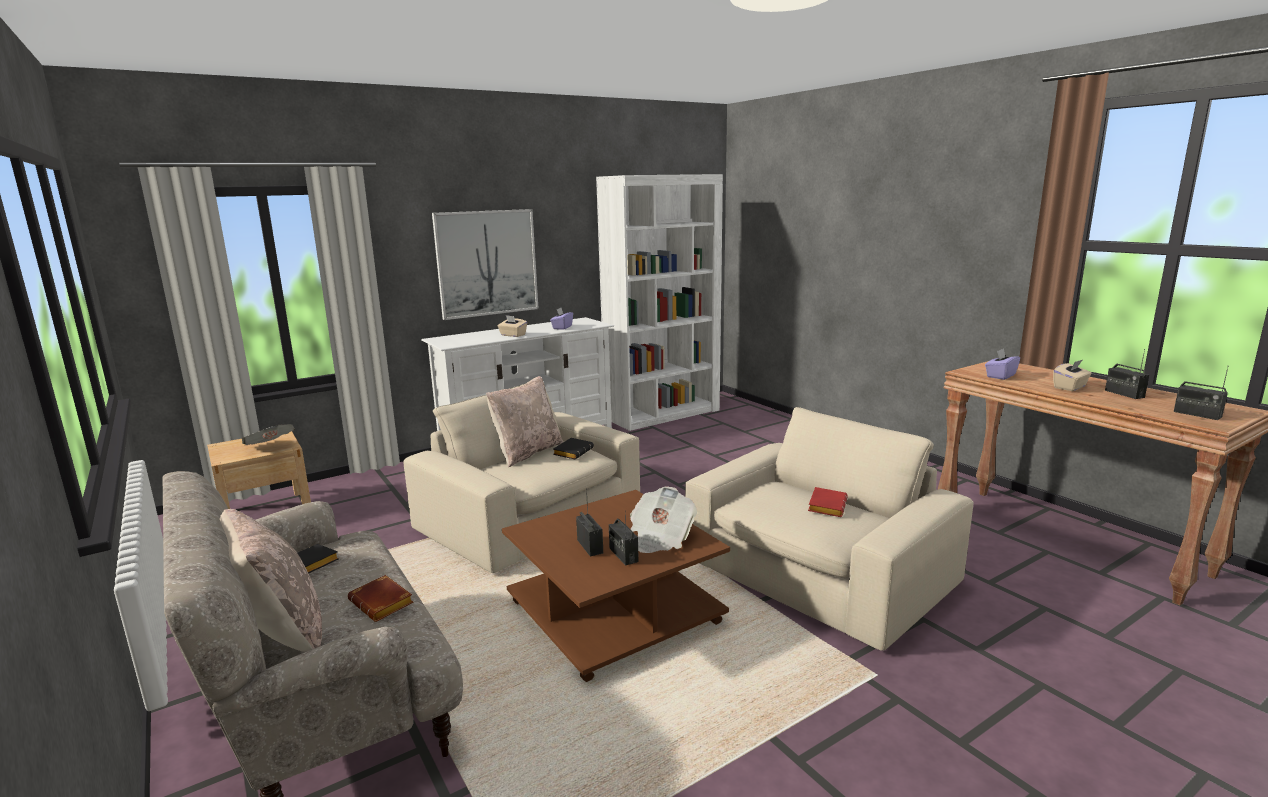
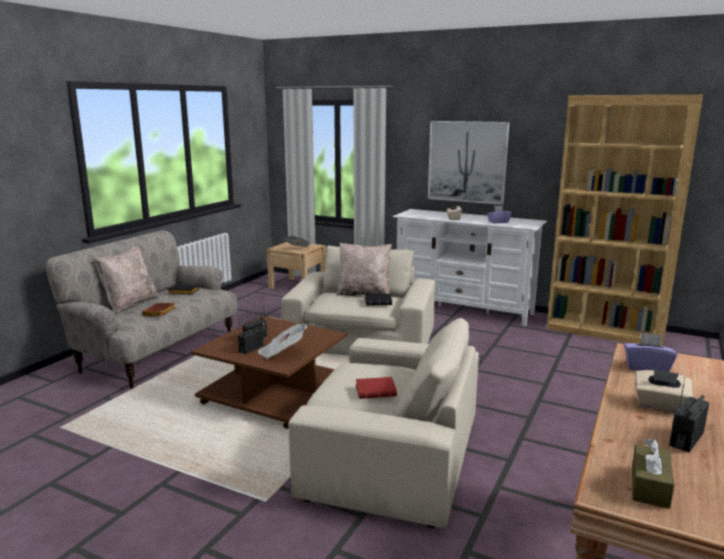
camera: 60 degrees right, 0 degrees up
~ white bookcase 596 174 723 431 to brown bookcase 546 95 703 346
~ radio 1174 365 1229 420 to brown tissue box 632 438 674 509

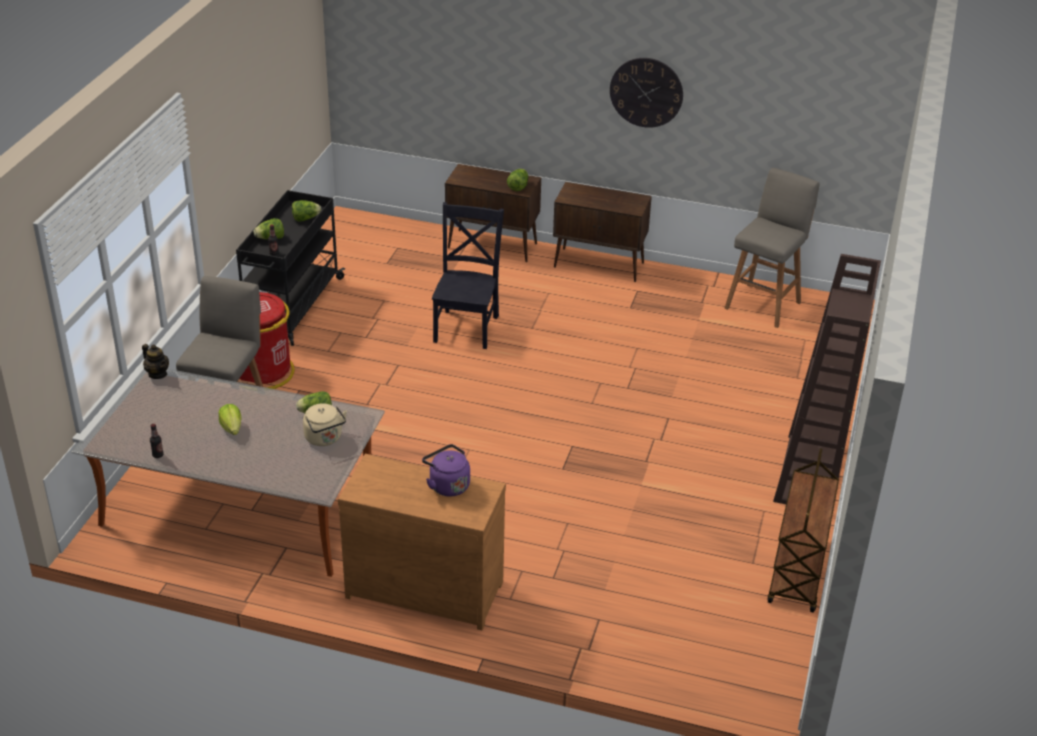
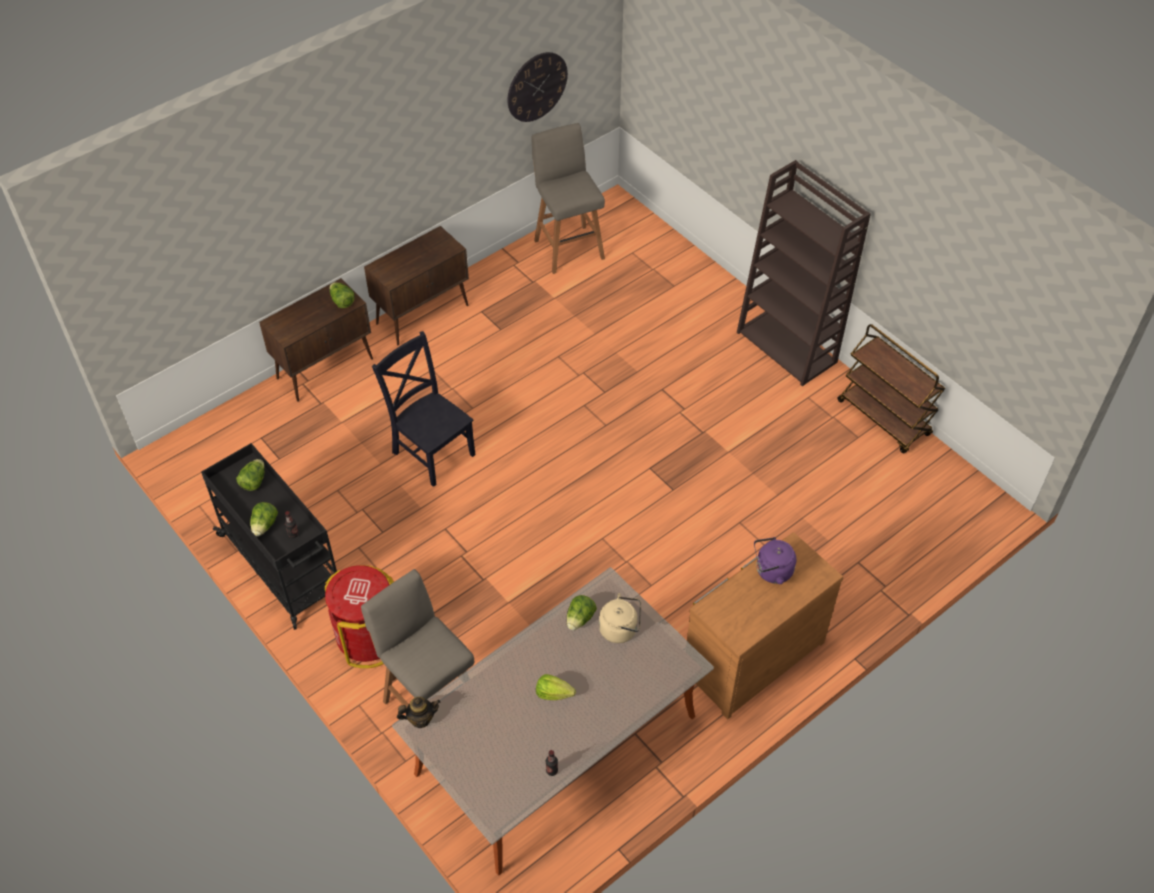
camera: 55 degrees left, 15 degrees up
~ wall clock 610 58 683 128 to 507 52 568 122

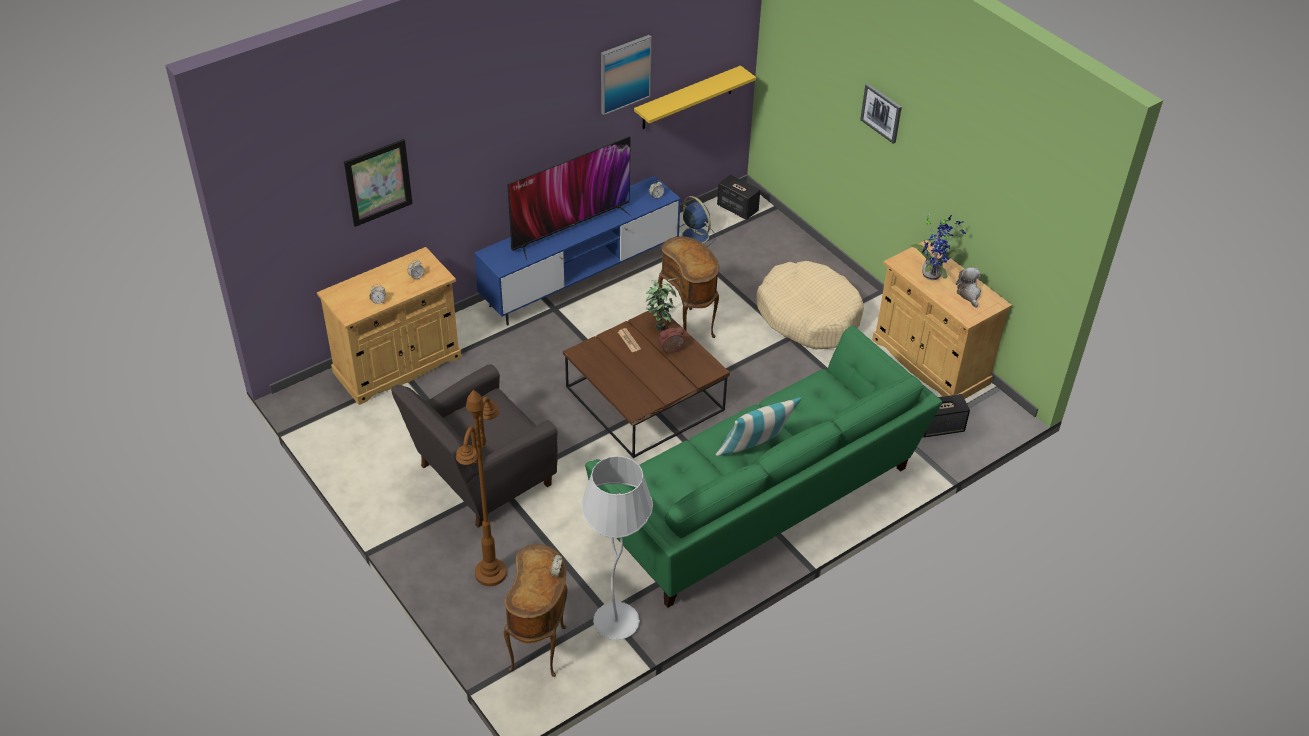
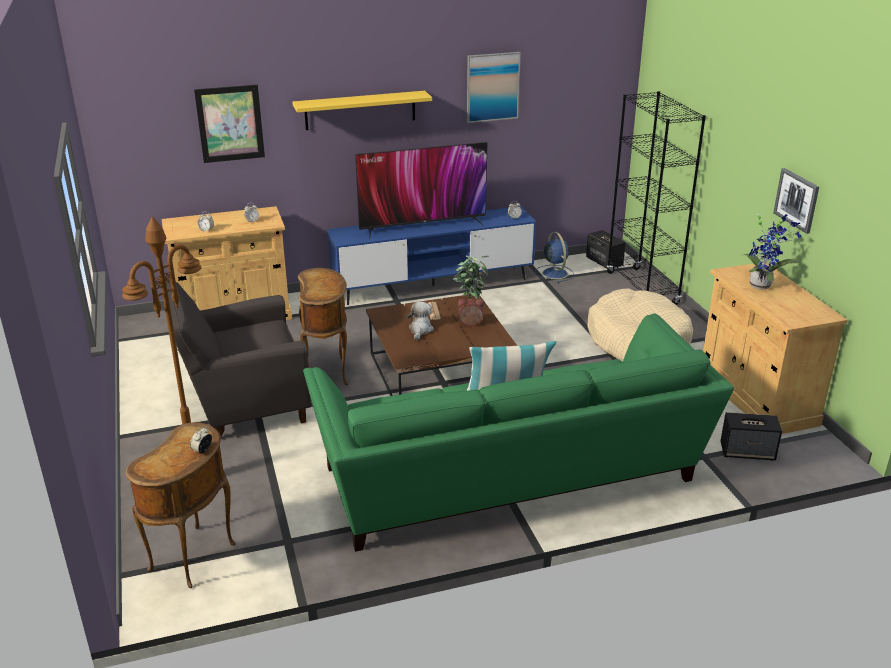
camera: 20 degrees right, 15 degrees down
~ yellow shelf 634 66 756 129 to 292 91 432 130
~ brown side table 658 236 719 338 to 298 268 348 385
~ plush toy 956 267 981 307 to 407 301 434 340
+ black bookcase 606 91 706 305
~ picture 860 83 902 144 to 773 168 819 234
- white floor lamp 581 456 653 640

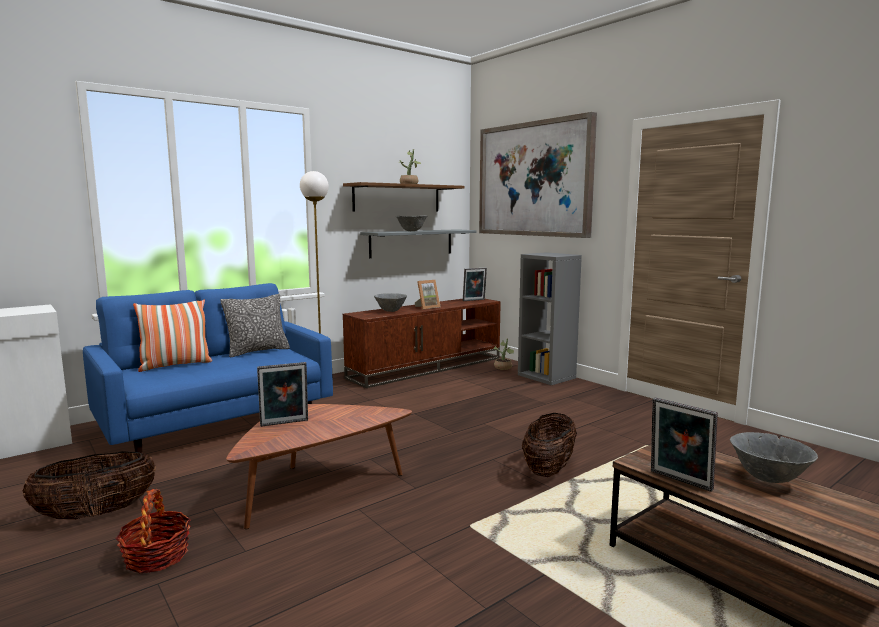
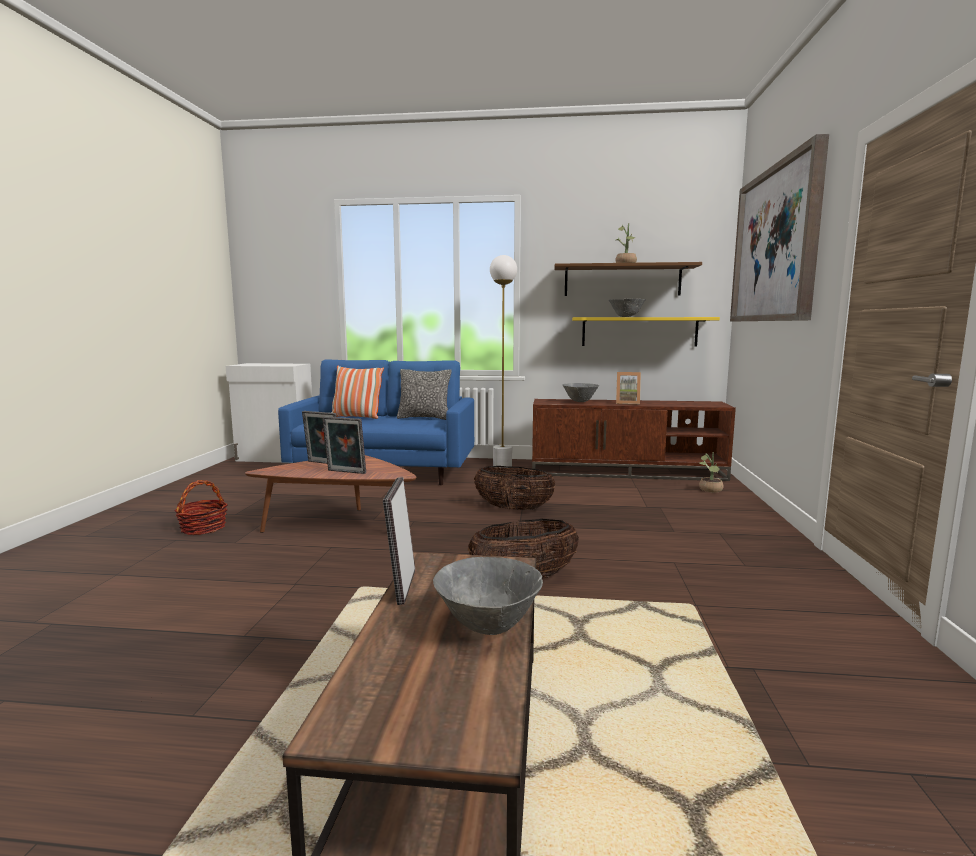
camera: 45 degrees right, 0 degrees up
~ picture frame 463 268 487 301 to 322 417 366 474
~ basket 23 451 156 519 to 474 466 556 510
~ grey shelf 360 229 477 258 to yellow shelf 572 317 720 346
- grey bookcase 518 252 582 385

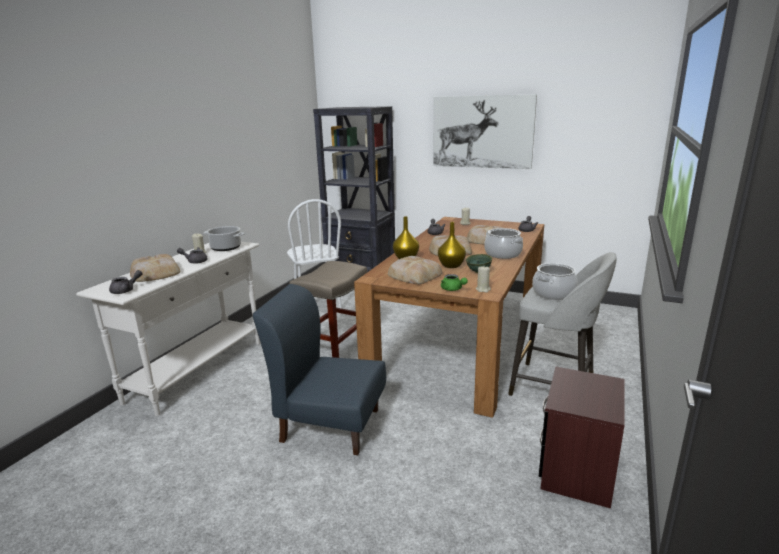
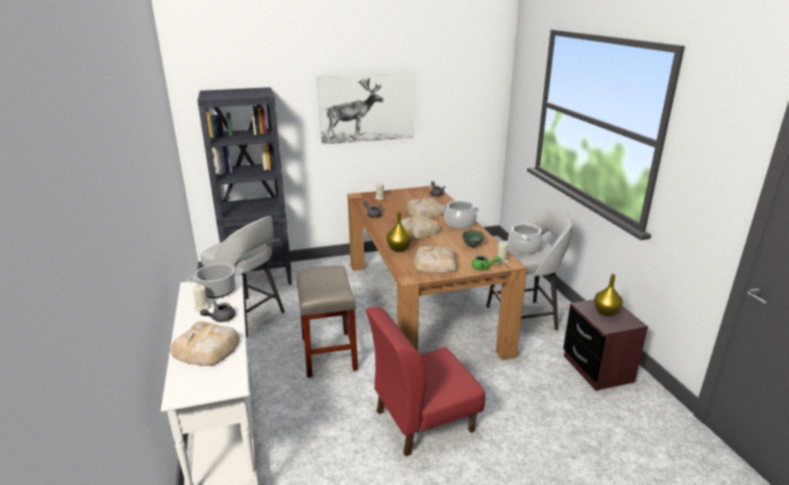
camera: 40 degrees left, 5 degrees up
~ white chair 287 199 342 309 to grey stool 201 216 285 338
~ blue chair 253 284 386 455 to red chair 366 307 485 456
~ yellow vase 438 222 466 268 to 594 274 623 316
- grey teapot 109 270 143 294

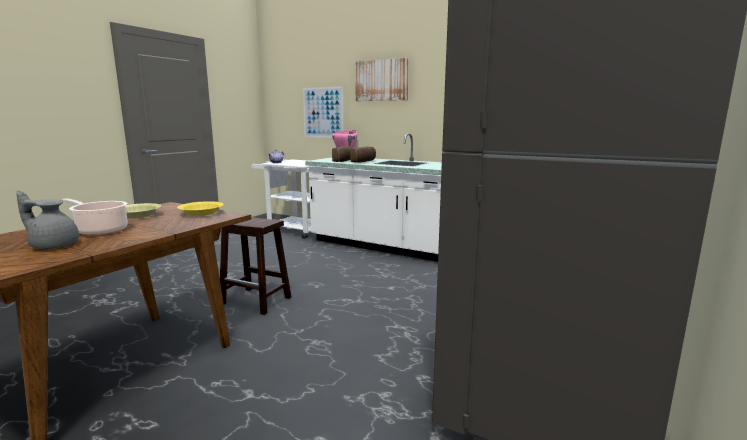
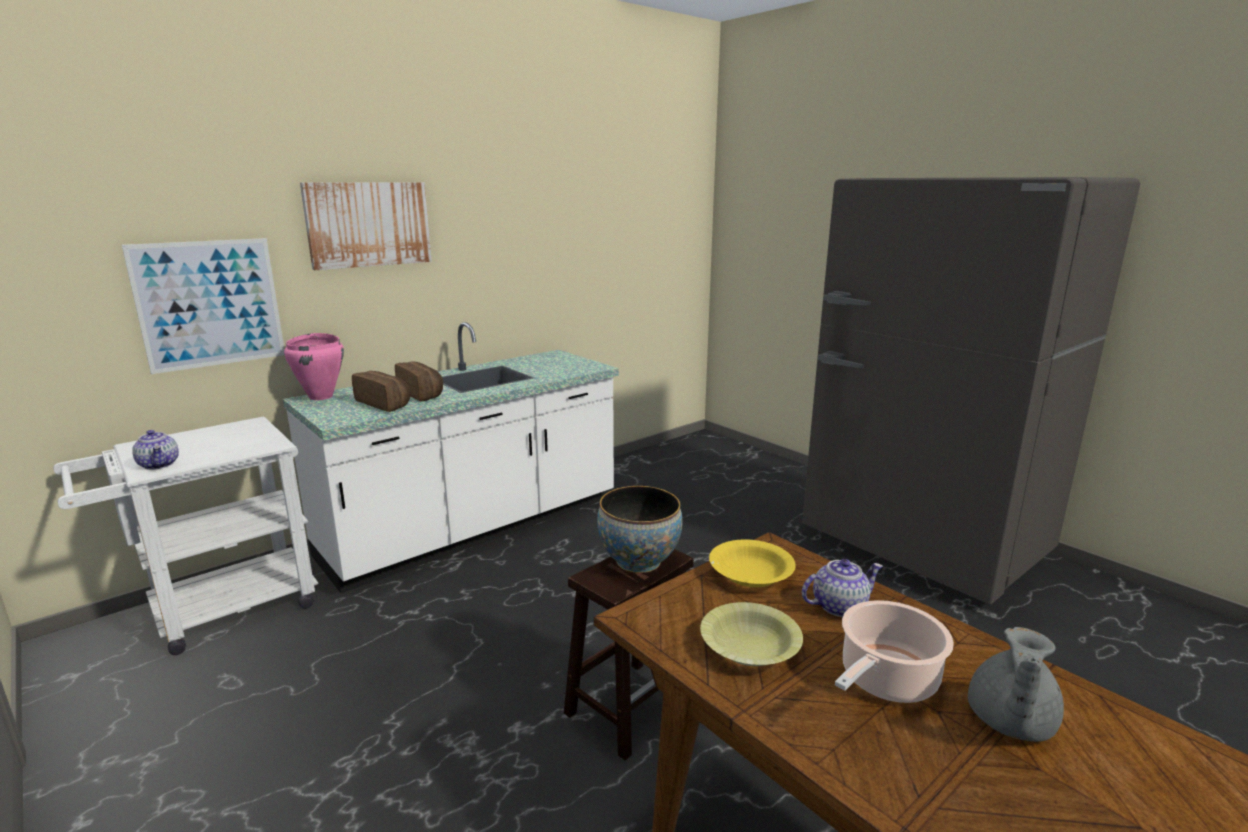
camera: 70 degrees left, 5 degrees up
+ bowl 597 486 683 573
+ teapot 802 559 883 617

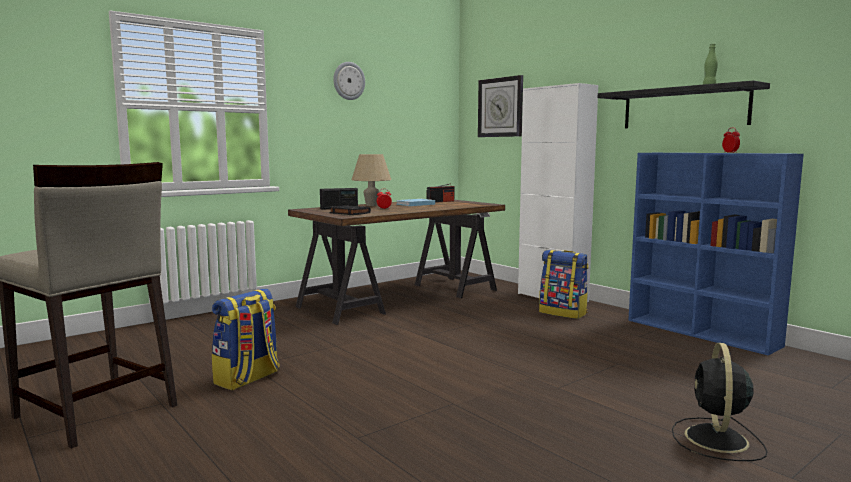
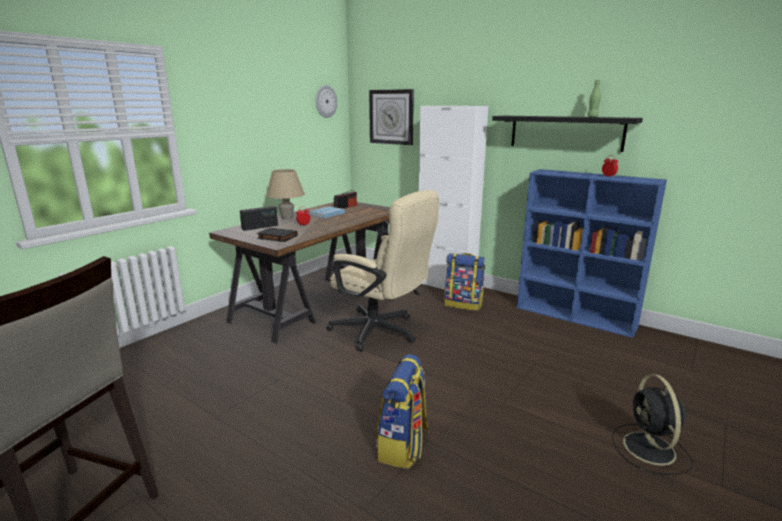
camera: 15 degrees left, 10 degrees up
~ wall clock 333 62 365 100 to 316 85 337 118
+ beige office chair 326 190 439 351
~ backpack 212 288 280 390 to 376 354 429 469

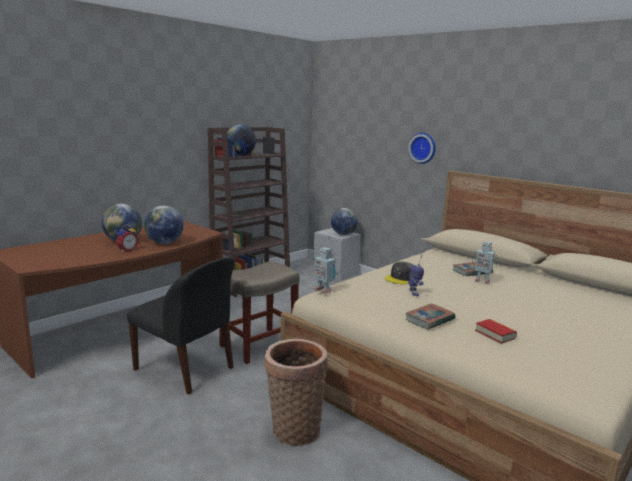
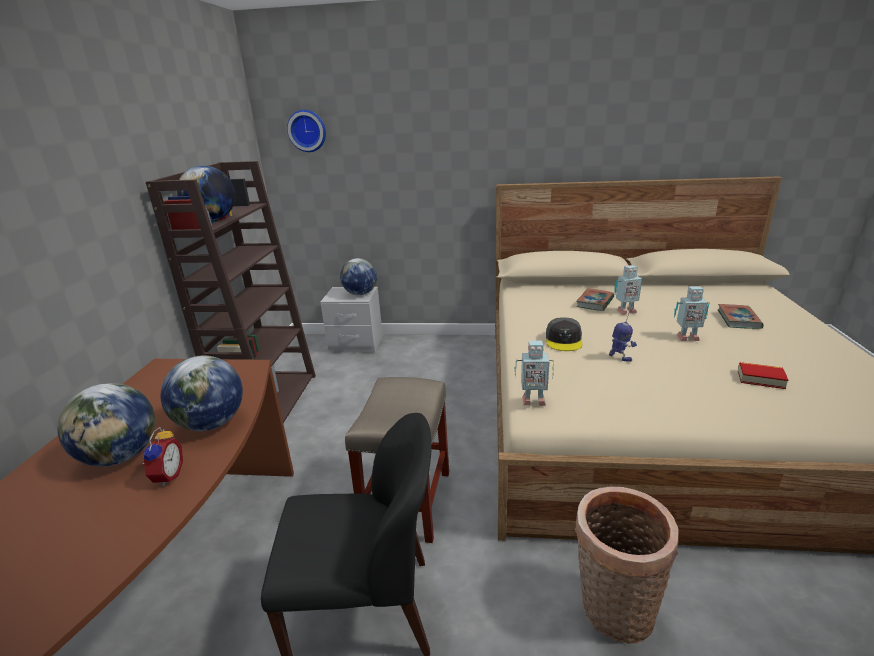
camera: 35 degrees left, 10 degrees up
~ wall clock 408 133 436 164 to 287 110 326 152
+ toy robot 674 286 710 341
~ book 405 303 456 330 to 718 304 763 329

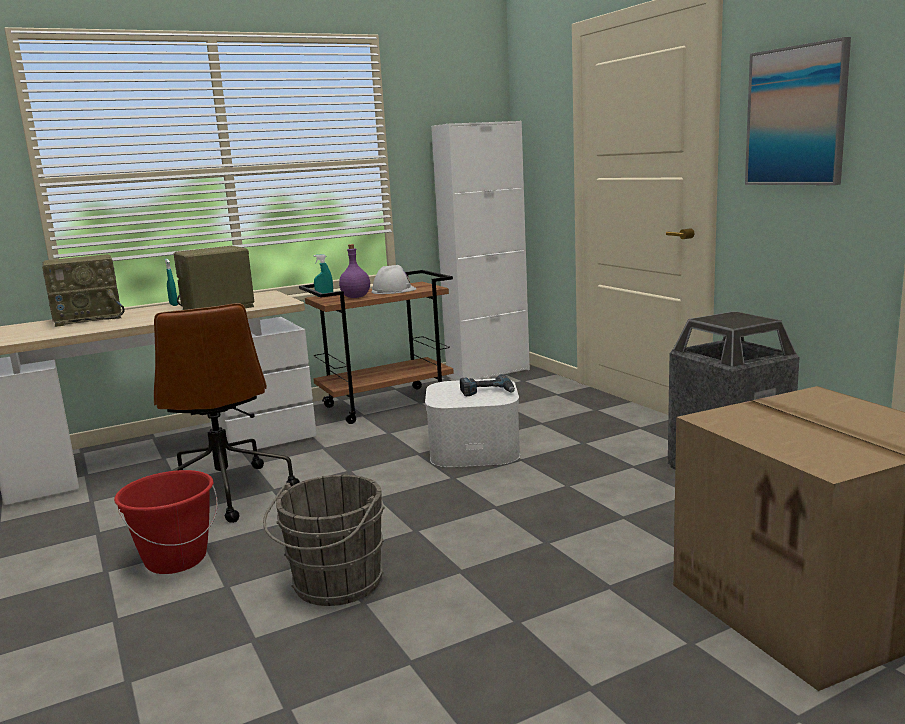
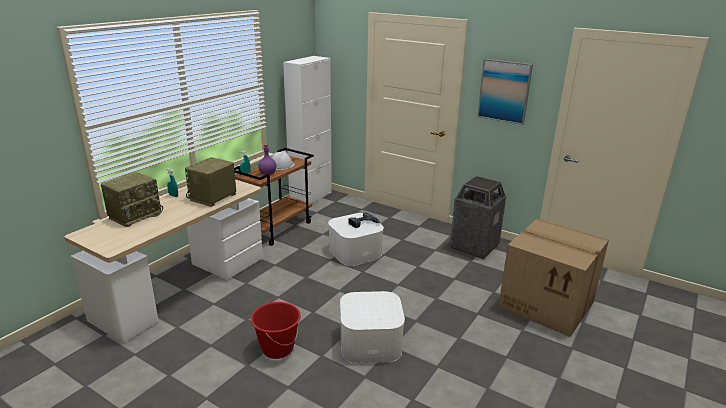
camera: 30 degrees left, 10 degrees up
~ grey bucket 263 475 385 606 to white storage box 340 291 405 363
- brown office chair 154 303 300 523

